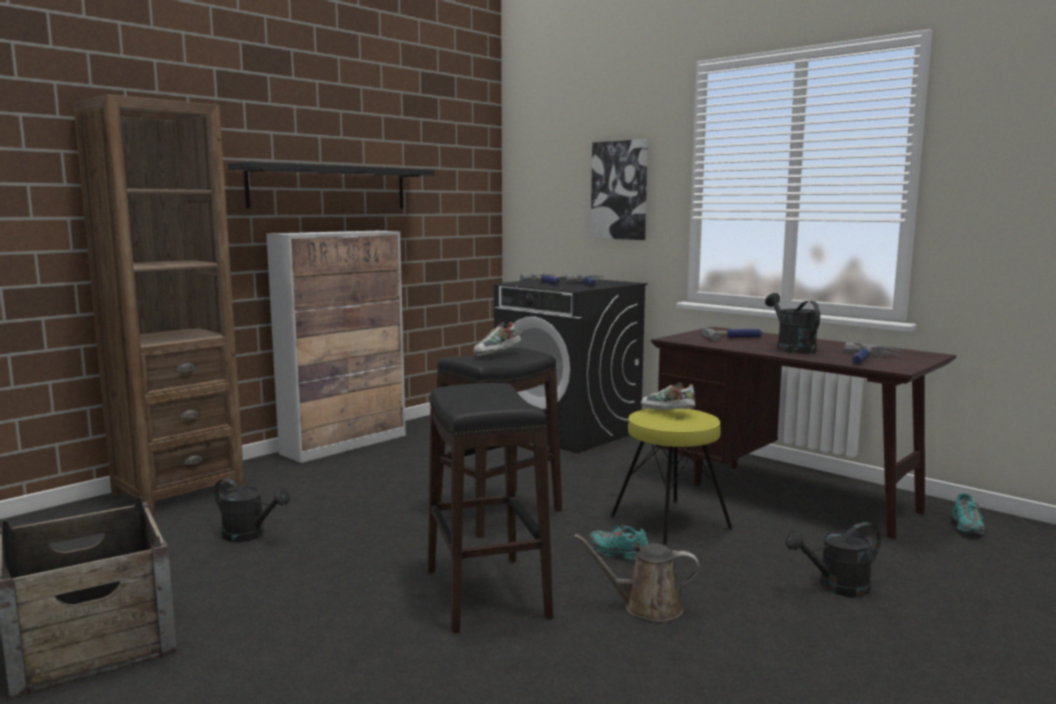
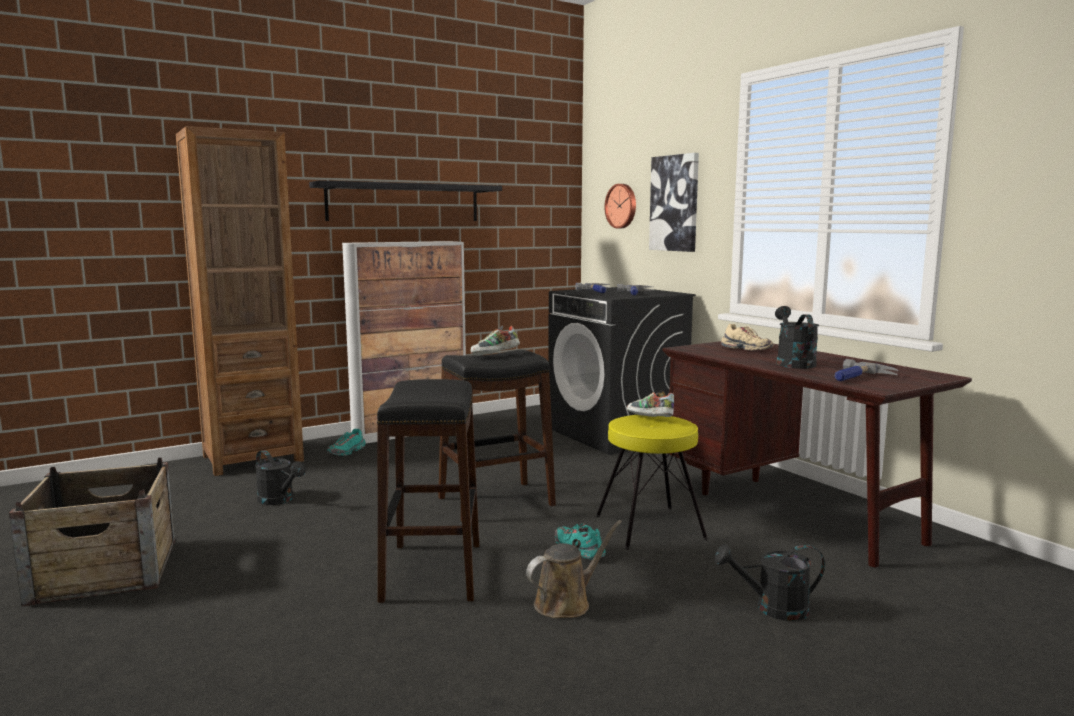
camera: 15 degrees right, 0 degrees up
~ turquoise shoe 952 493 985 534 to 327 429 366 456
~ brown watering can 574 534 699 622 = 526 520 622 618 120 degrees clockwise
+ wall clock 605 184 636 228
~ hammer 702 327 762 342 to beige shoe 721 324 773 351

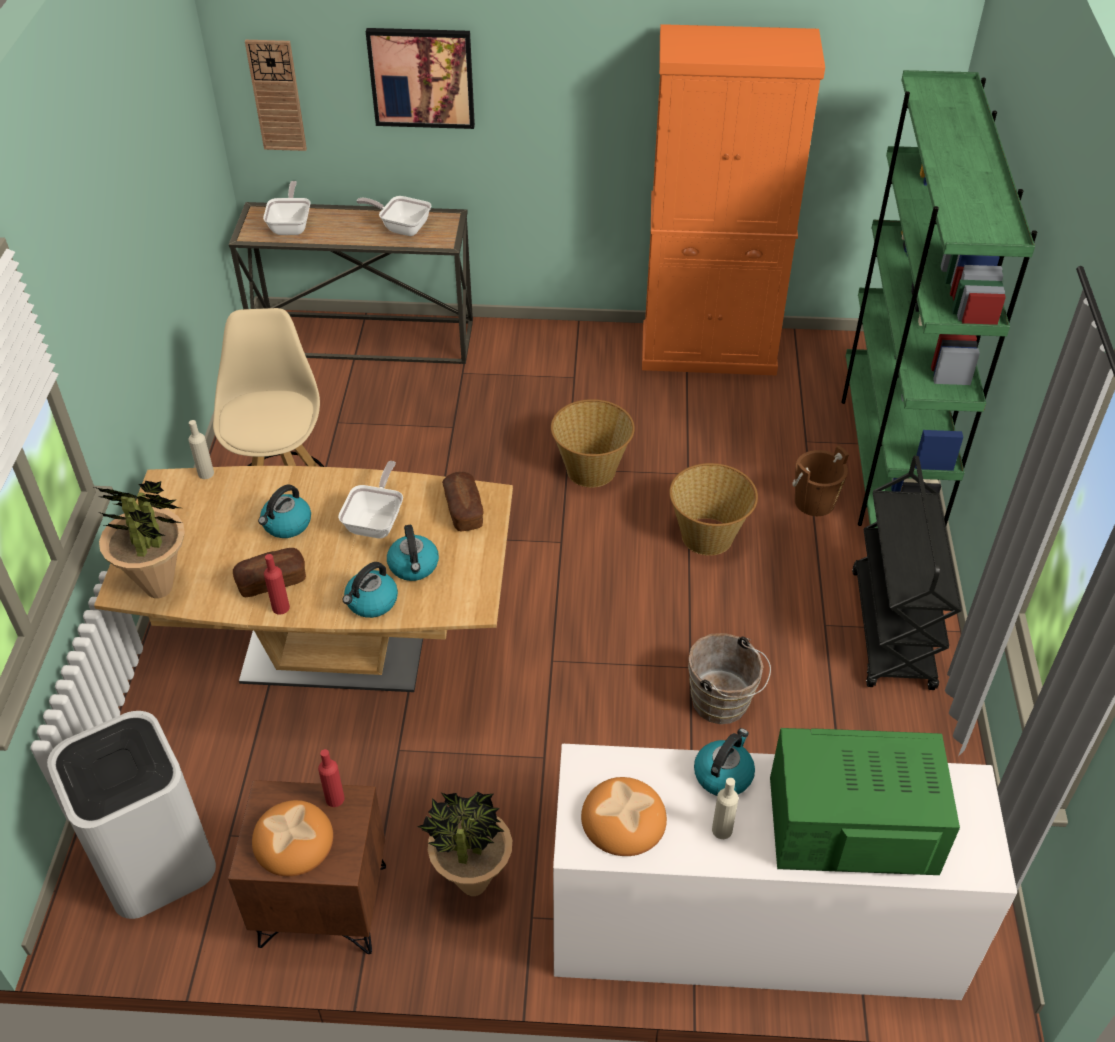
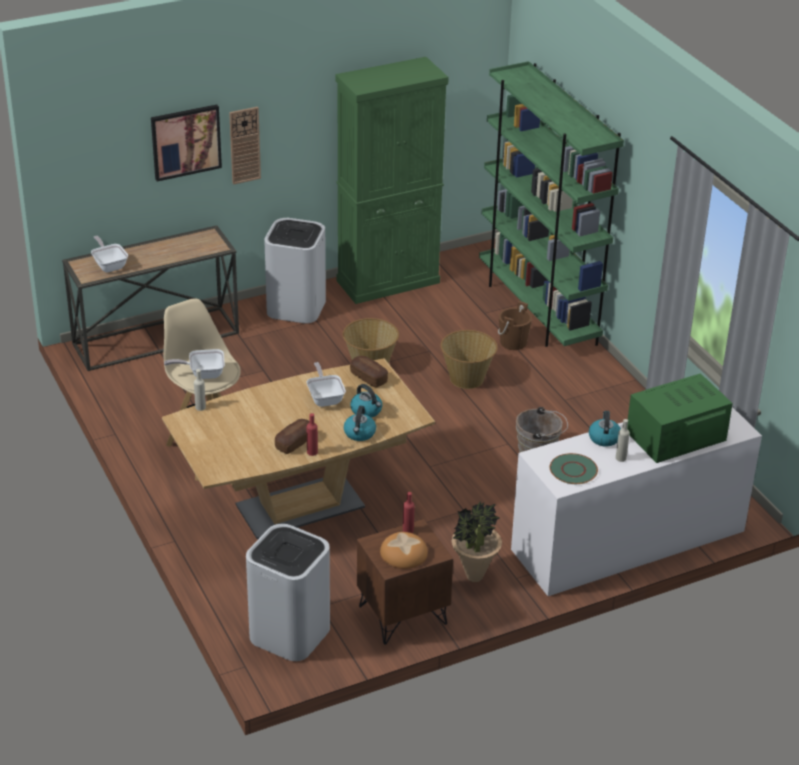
camera: 30 degrees left, 10 degrees down
~ frying pan 357 196 431 236 to 164 349 225 379
~ wall clock 245 40 307 151 to 229 107 261 185
+ white trash can 264 218 326 324
~ orange cabinet 642 24 825 375 to green cabinet 336 57 449 304
~ bread 581 777 667 856 to green plate 550 453 598 484
- potted plant 94 481 185 598
- kettle 258 485 311 538
- black cart 852 456 962 690

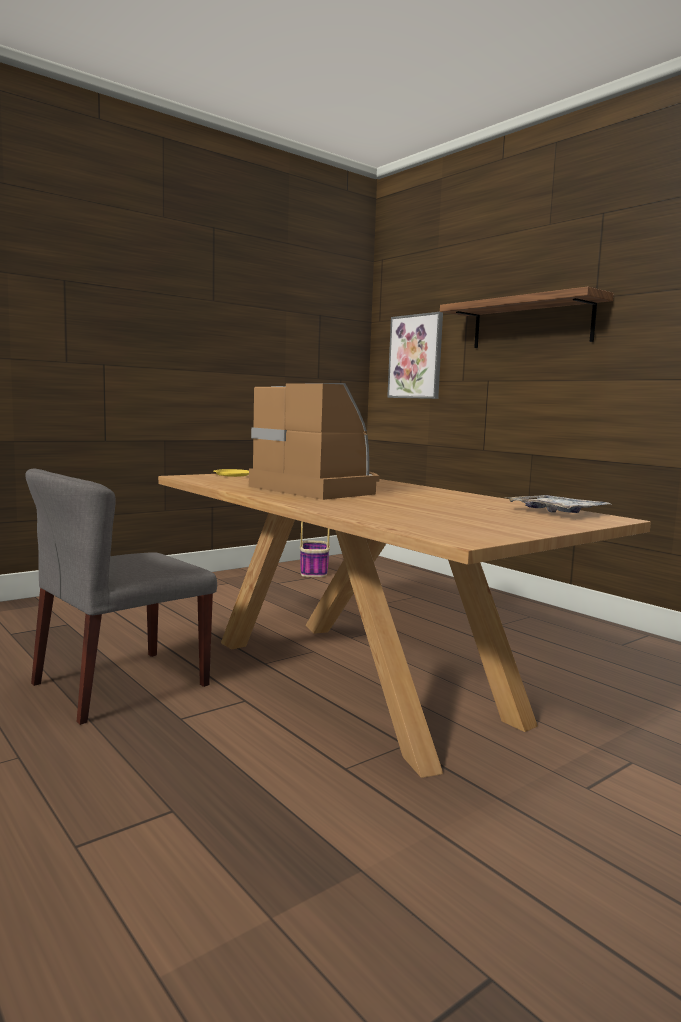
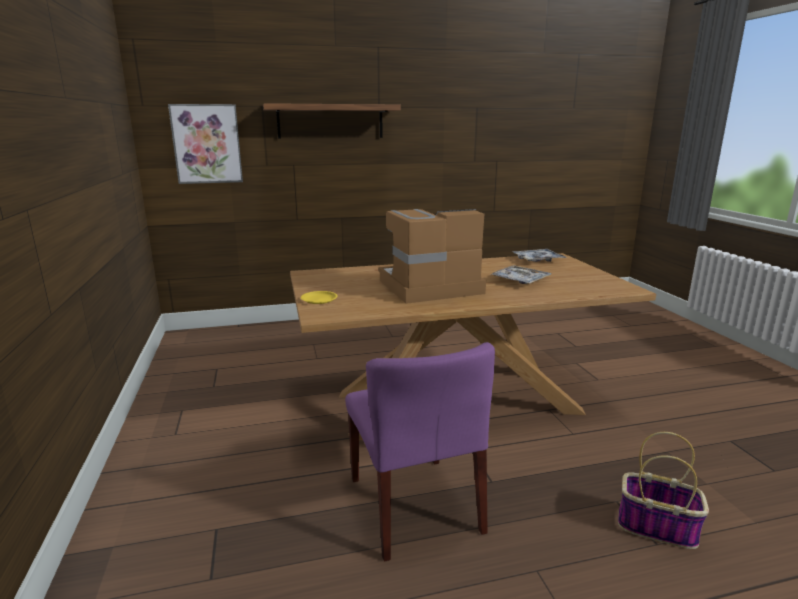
camera: 65 degrees left, 10 degrees up
~ grey chair 25 469 217 725 to purple chair 345 342 495 562
+ tray 490 265 551 284
~ basket 300 521 330 577 to 618 432 709 549

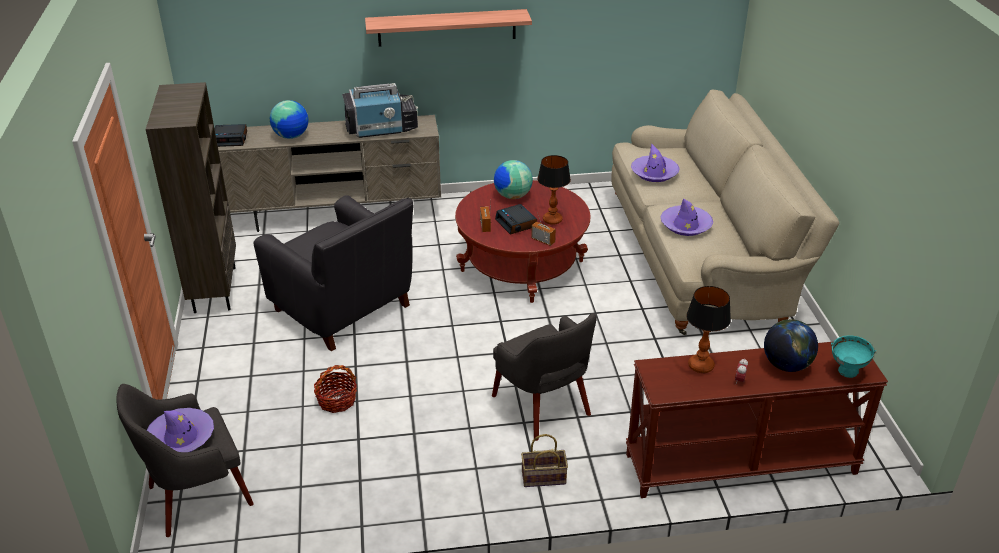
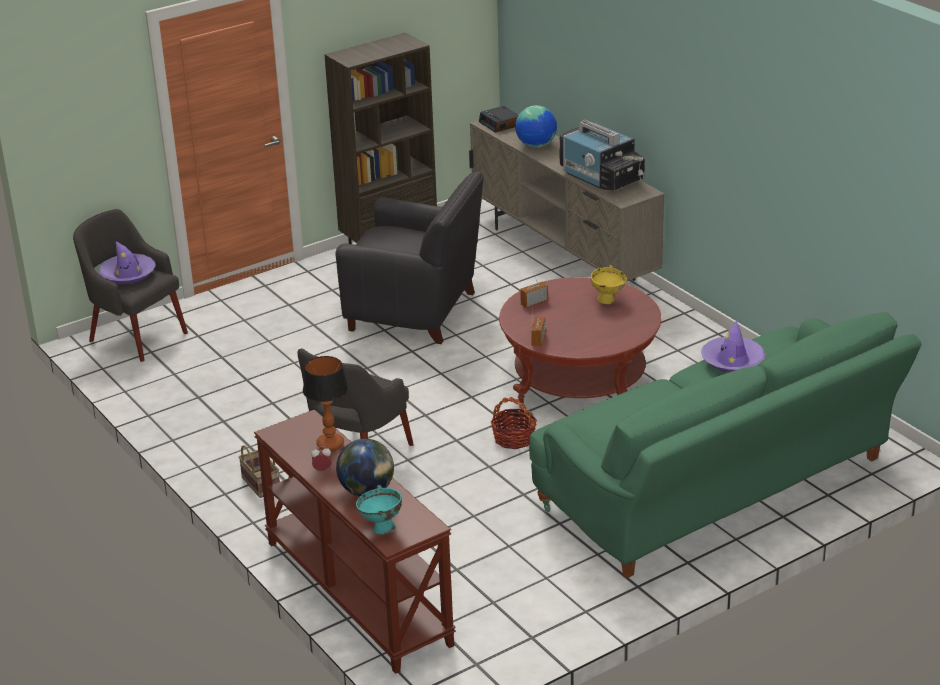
camera: 65 degrees right, 5 degrees down
~ black armchair 254 195 413 351 = 335 171 484 344 90 degrees counterclockwise
~ basket 314 365 357 413 to 490 397 537 449
~ beige sofa 612 90 839 335 to green sofa 529 312 922 578
~ globe 494 160 533 199 to yellow bowl 591 265 627 304
- shelf 365 9 532 47
- alarm clock 495 204 537 235
- table lamp 537 155 571 225
- purple hat 661 199 713 236

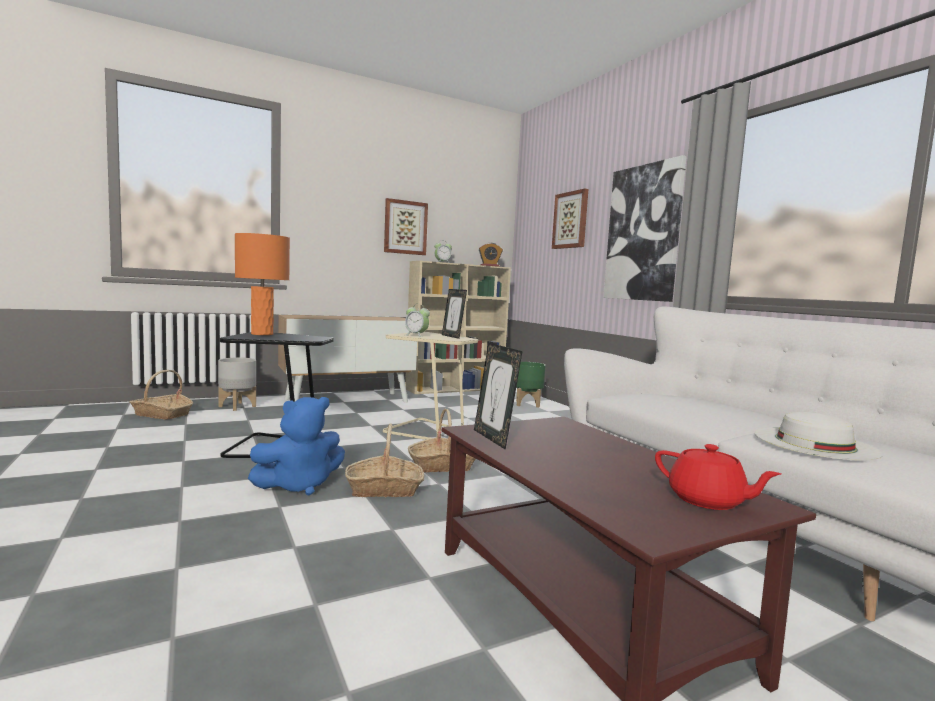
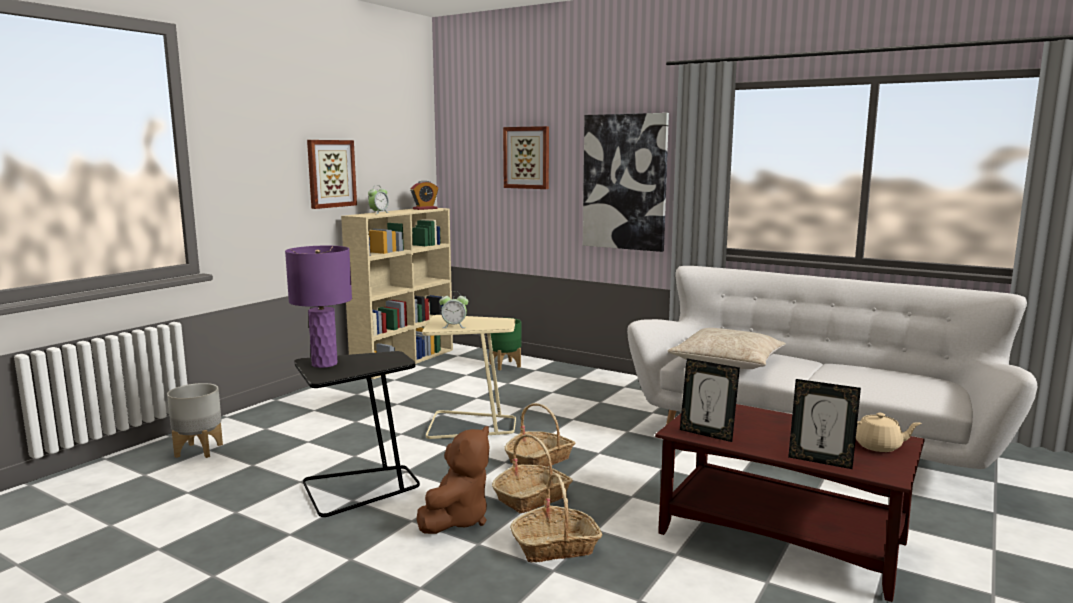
camera: 30 degrees left, 5 degrees up
~ orange table lamp 235 233 290 335 to purple table lamp 285 246 352 368
~ blue plush toy 248 397 345 495 to brown plush toy 416 426 490 534
~ basket 130 370 193 420 to 510 473 603 562
+ beige pillow 668 328 786 369
~ picture frame 442 289 467 339 to 788 379 861 469
~ red teapot 655 444 781 510 to beige teapot 856 413 922 452
- cabinet 278 315 417 403
- white hat 754 412 883 460

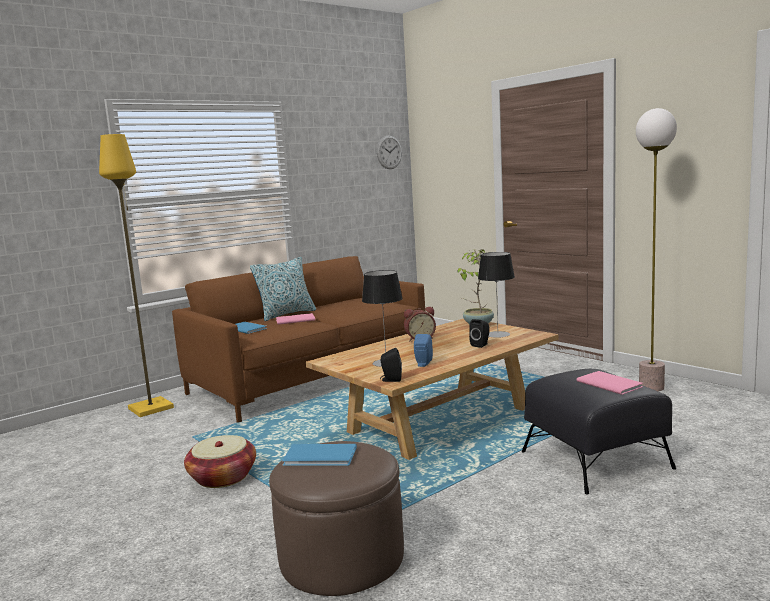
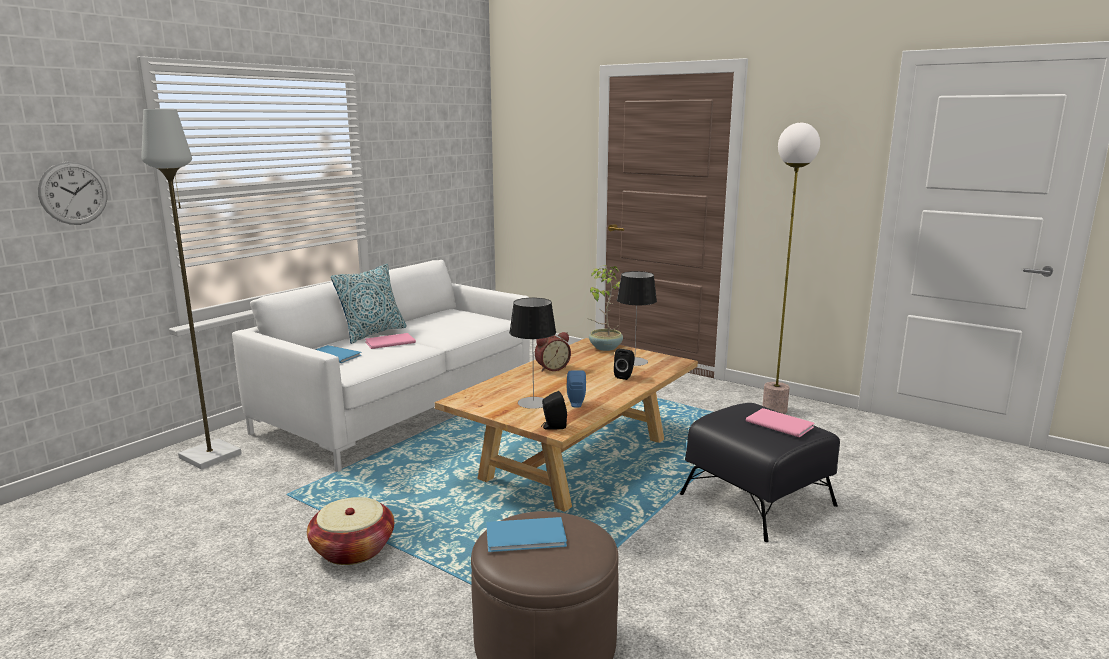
camera: 15 degrees left, 5 degrees up
~ wall clock 377 135 402 169 to 38 162 108 225
~ yellow floor lamp 99 134 174 417 to grey floor lamp 141 109 242 469
~ brown sofa 172 256 425 423 to white sofa 232 260 530 472

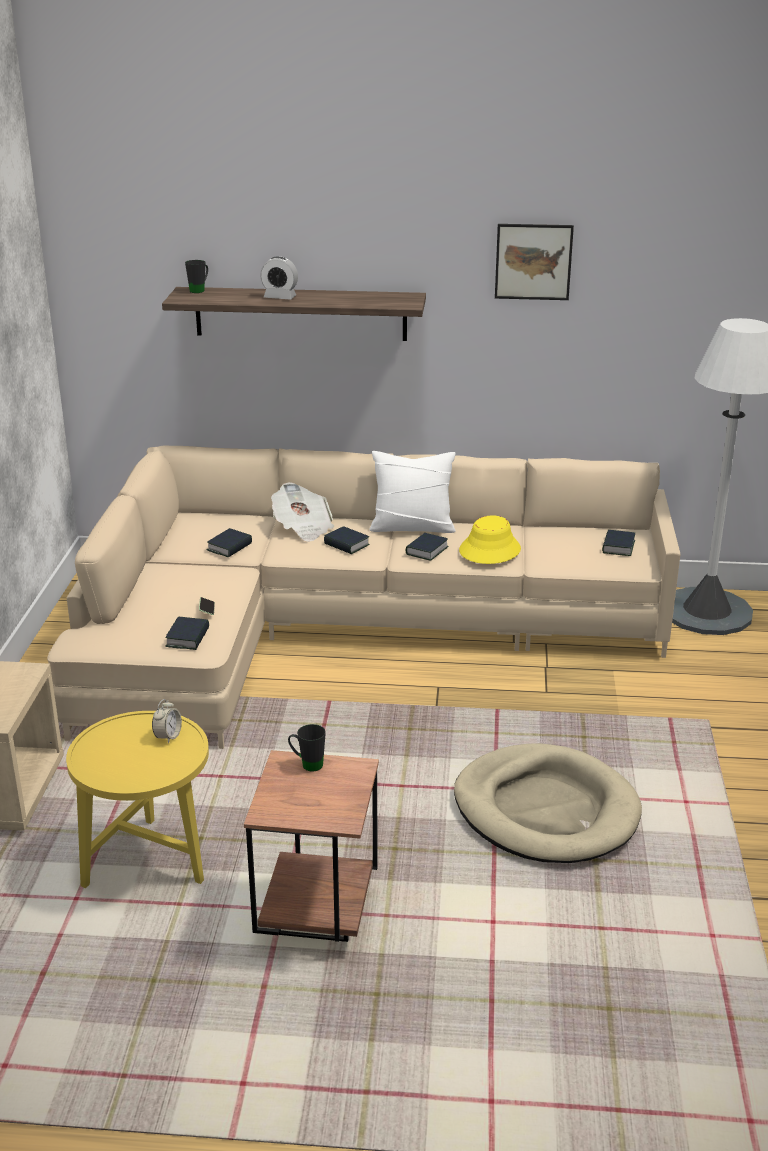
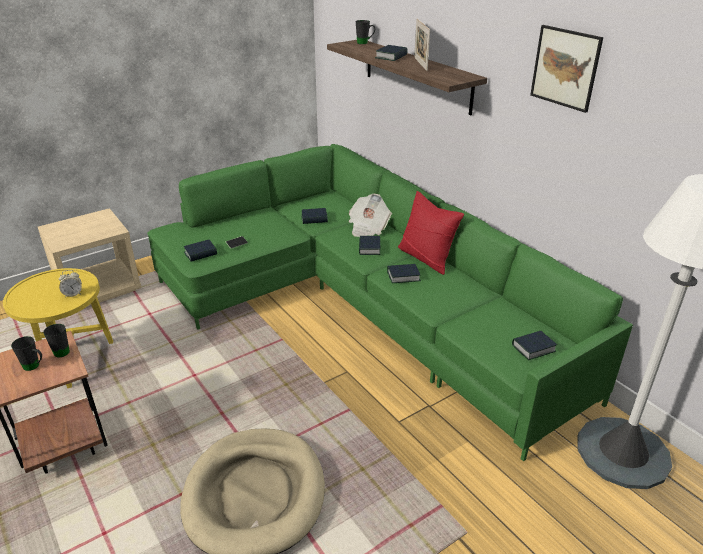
camera: 50 degrees right, 5 degrees up
+ black mug 11 336 42 371
~ beige sofa 47 446 680 749 to green sofa 147 144 633 462
~ alarm clock 260 256 298 299 to book 375 45 408 61
~ white pillow 369 451 455 533 to red pillow 398 191 464 275
+ picture frame 414 19 430 71
- yellow hat 459 515 521 564

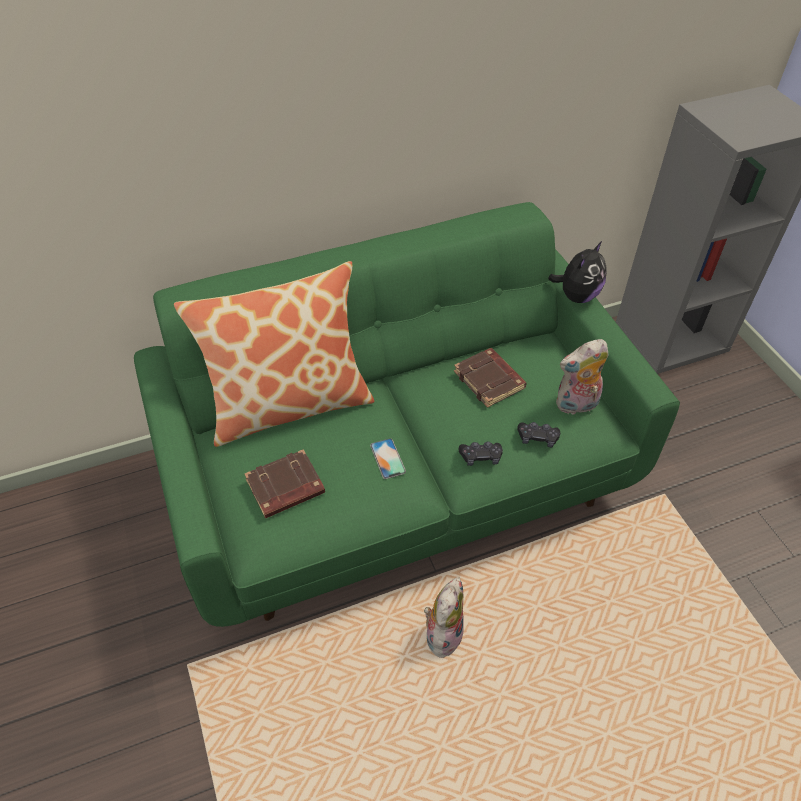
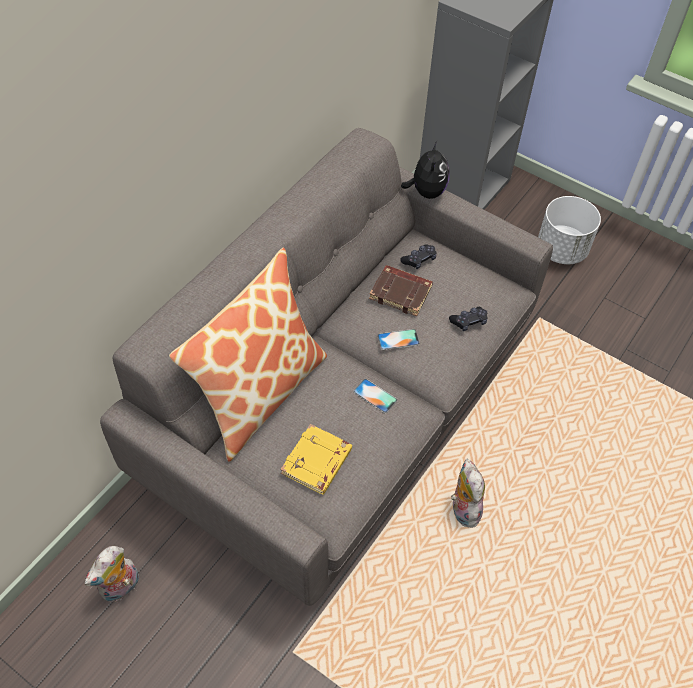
camera: 35 degrees left, 5 degrees up
~ plush toy 556 339 608 415 to 85 546 139 602
~ green sofa 134 202 680 627 to grey sofa 100 128 553 606
~ brown book 244 449 325 518 to yellow book 280 424 352 495
+ phone 378 329 420 350
~ black game controller 459 442 503 466 to 400 244 437 269
+ white planter 538 196 601 264

